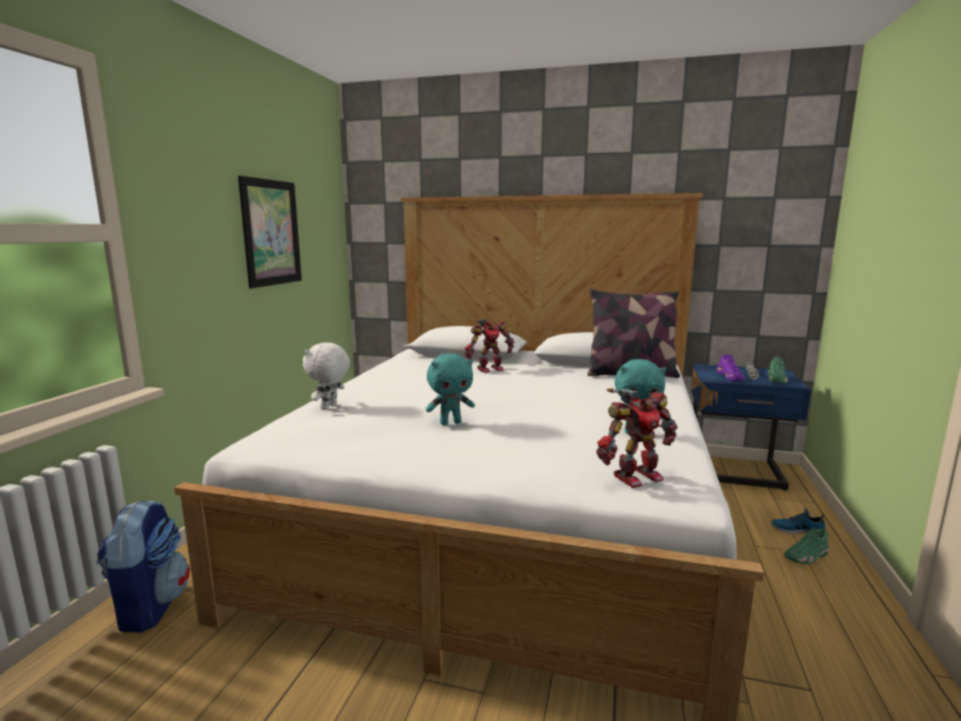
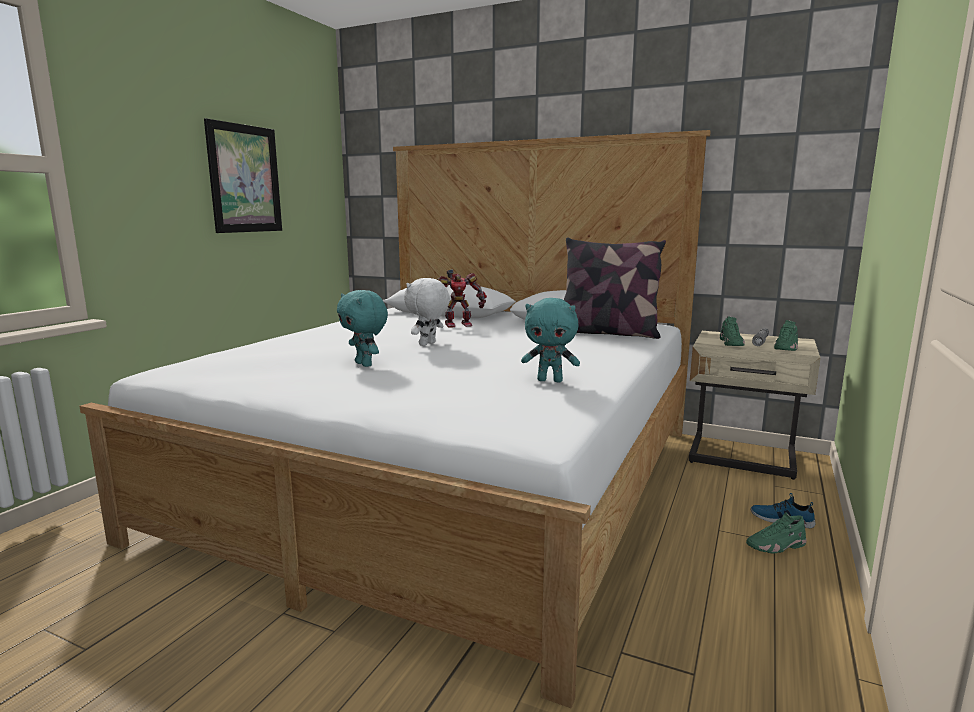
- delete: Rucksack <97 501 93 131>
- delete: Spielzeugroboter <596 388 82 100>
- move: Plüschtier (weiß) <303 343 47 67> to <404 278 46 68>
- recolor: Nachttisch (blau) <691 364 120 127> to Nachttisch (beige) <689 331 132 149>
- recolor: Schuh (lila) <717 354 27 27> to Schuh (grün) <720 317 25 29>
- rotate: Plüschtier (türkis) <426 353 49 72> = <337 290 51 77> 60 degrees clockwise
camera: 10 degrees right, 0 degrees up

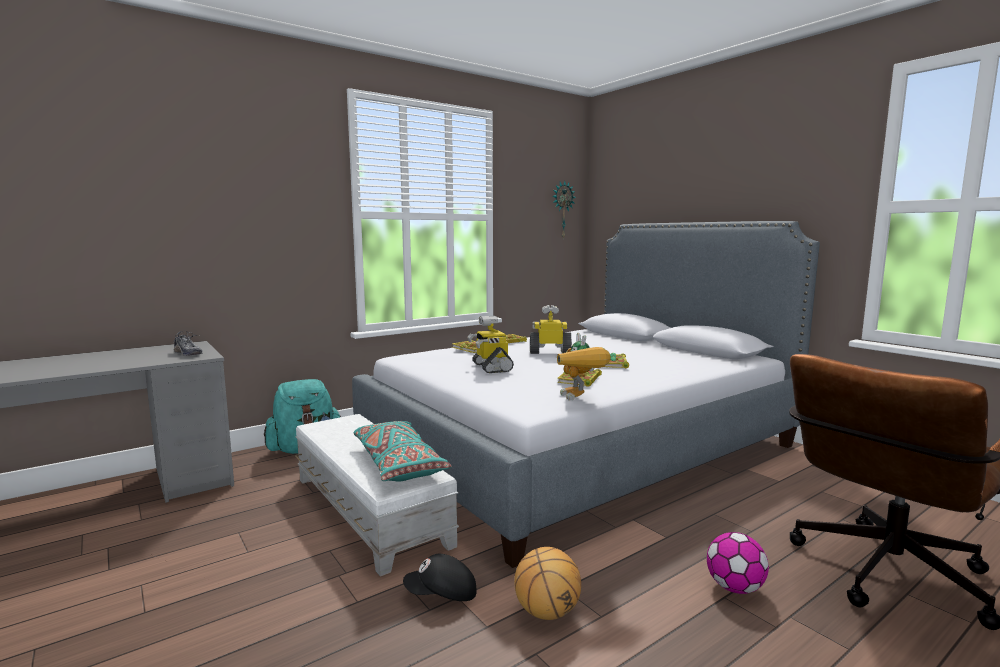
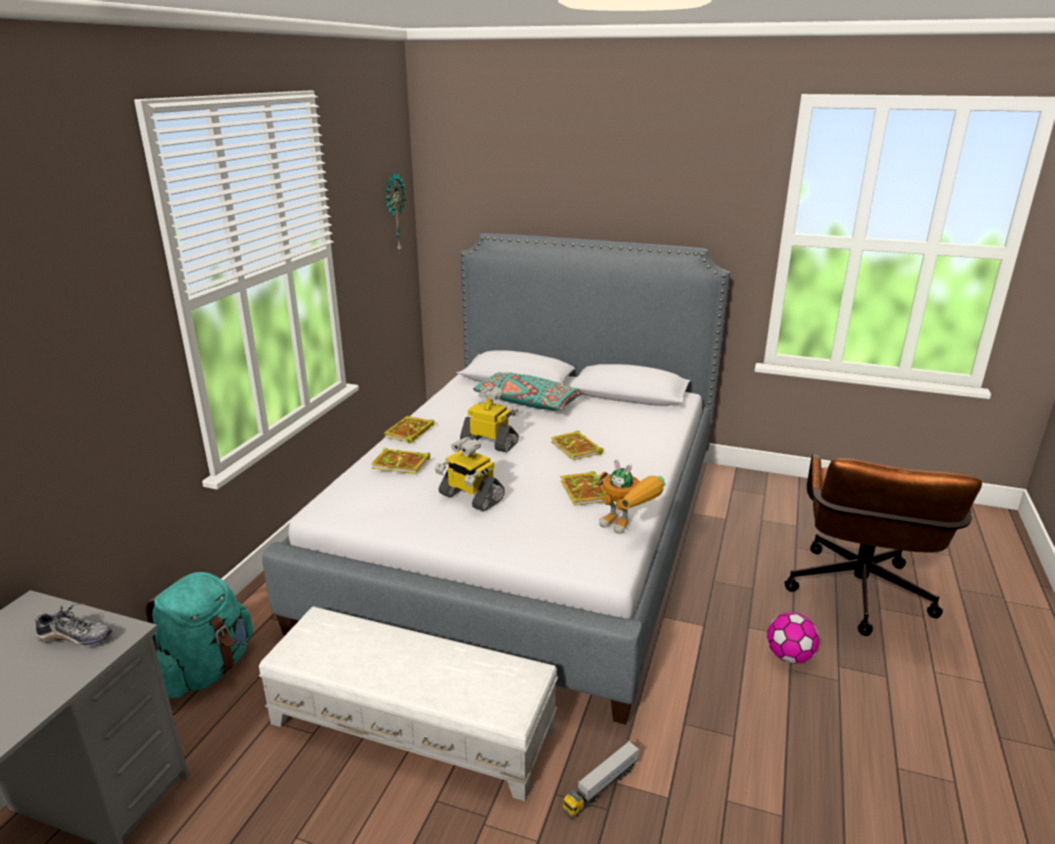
- delete: Basketball <514 547 67 73>
- move: Kissen (türkis) <354 421 98 61> to <473 372 111 39>
- replace: Kappe (schwarz) <403 554 73 47> to Spielzeuglaster <563 740 76 79>
- rotate: Spielzeugroboter <530 305 42 49> = <460 386 59 66> 60 degrees clockwise
camera: 35 degrees left, 15 degrees up

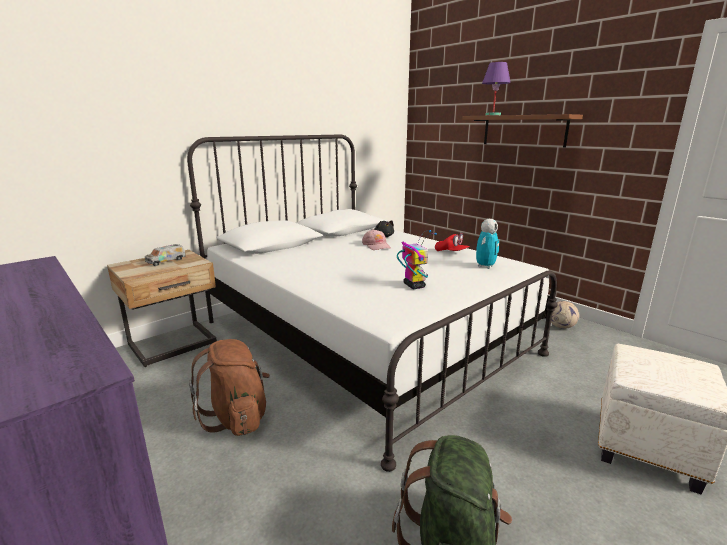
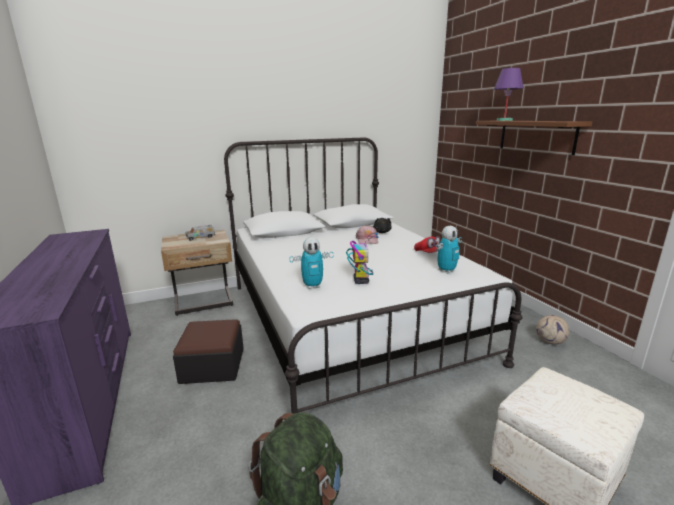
- insert: Spielzeugroboter <290 237 44 52>
- replace: Rucksack (braun) <189 339 81 97> to Polsterhocker <173 319 71 65>
camera: 20 degrees right, 0 degrees up

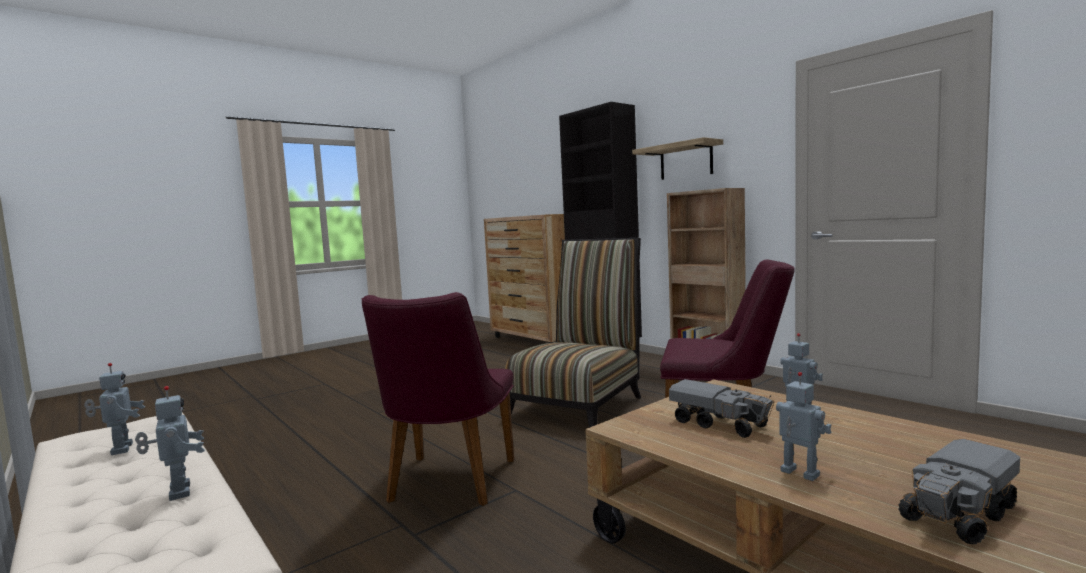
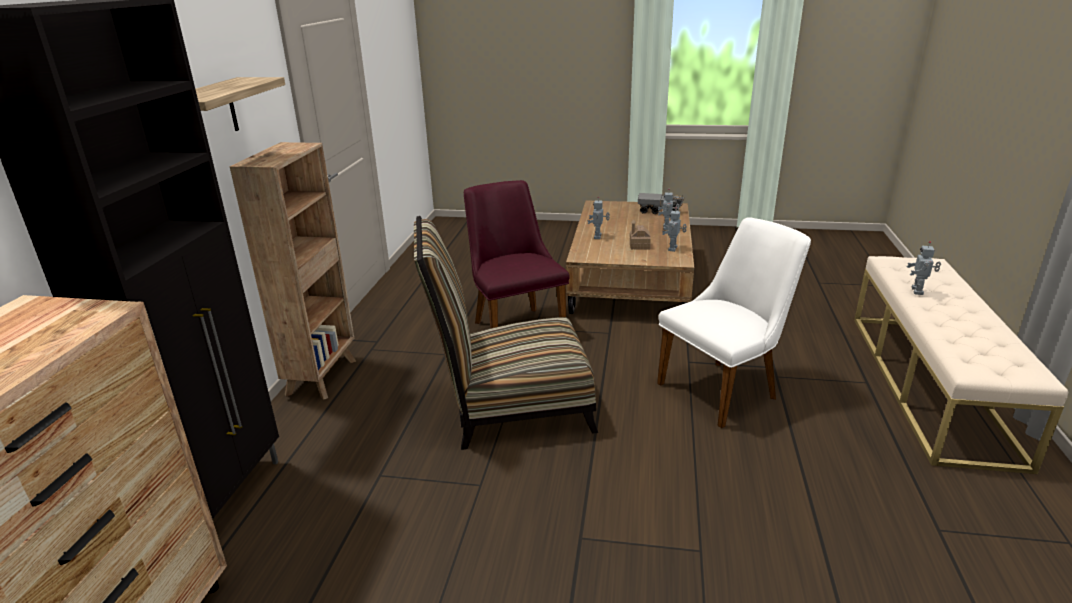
- move: Spielzeugroboter <84 363 61 92> to <662 207 25 45>
- replace: Spielzeuglaster <669 379 106 59> to Spielzeughaus <630 220 21 29>
- recolor: Stuhl (lila) <362 292 152 214> to Stuhl (weiß) <657 217 154 211>
camera: 130 degrees left, 20 degrees up

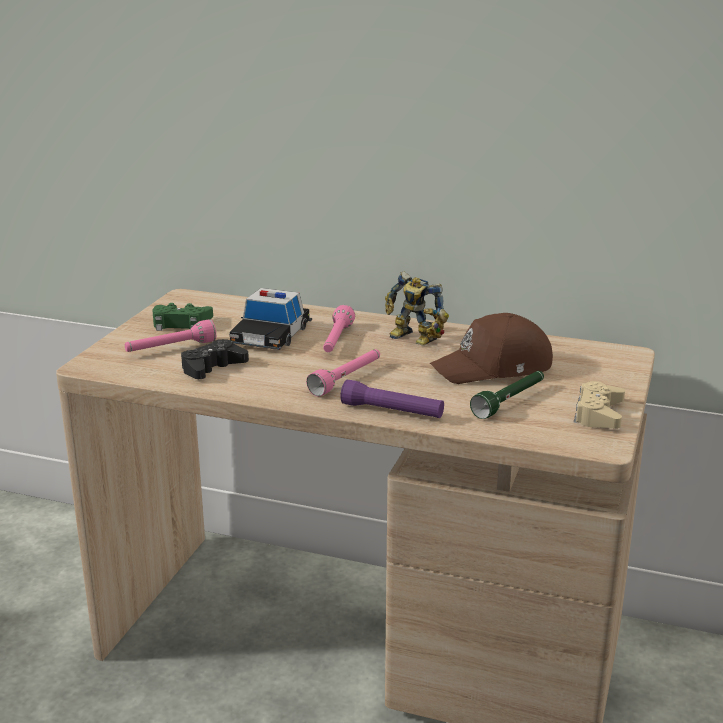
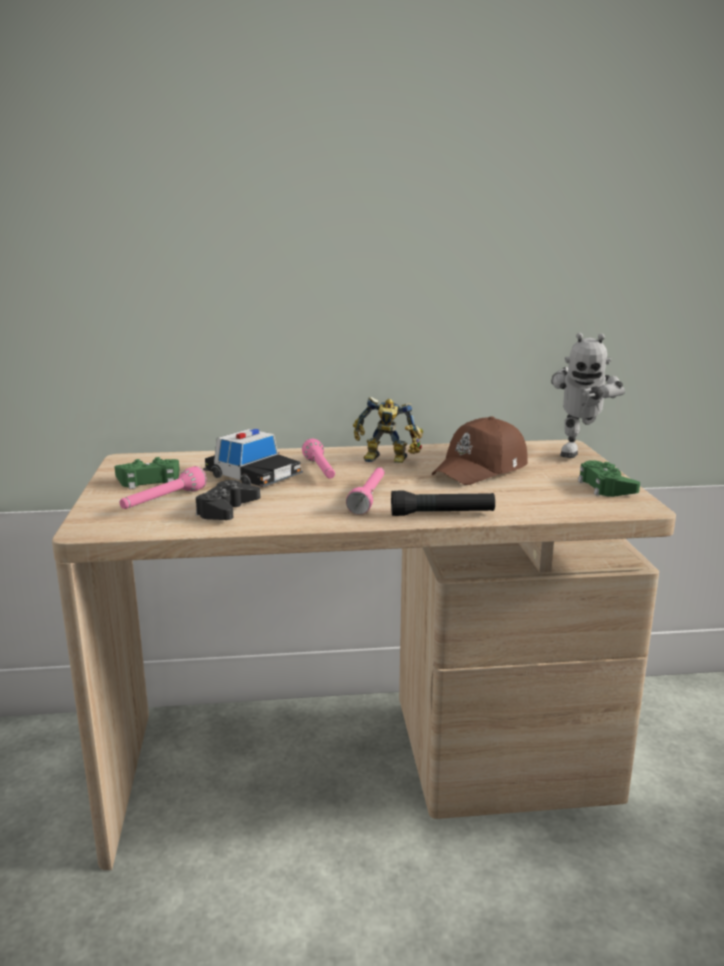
- delete: Taschenlampe (grün) <470 371 74 48>
- insert: Spielzeugroboter <551 333 74 125>
- recolor: Taschenlampe (lila) <340 380 104 38> to Taschenlampe (schwarz) <391 491 104 25>
- recolor: Gamepad (beige) <574 381 51 48> to Gamepad (grün) <578 460 62 37>
- rotate: Spielzeugauto <229 288 83 62> = <203 429 100 58> 45 degrees counterclockwise
camera: 25 degrees left, 5 degrees down

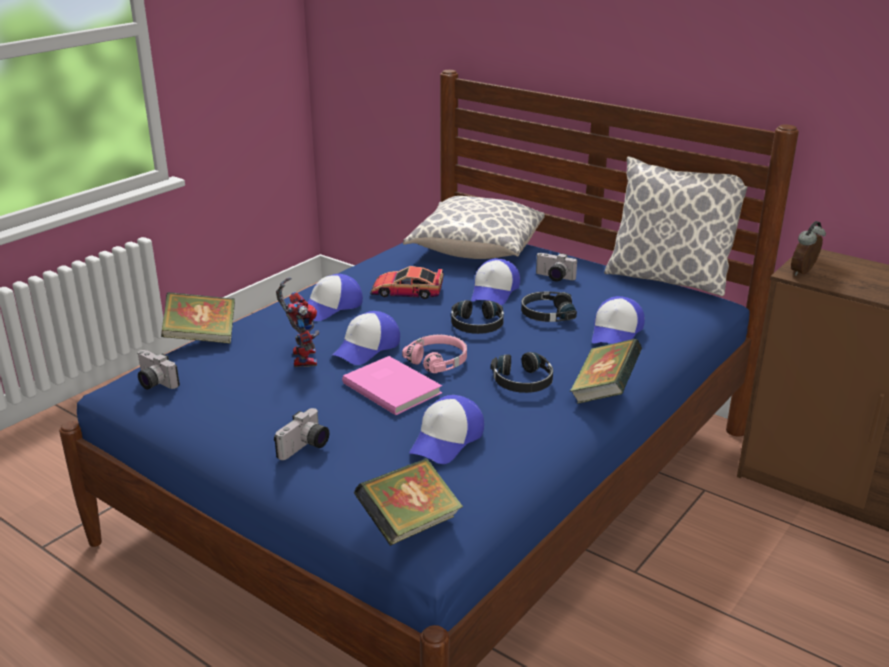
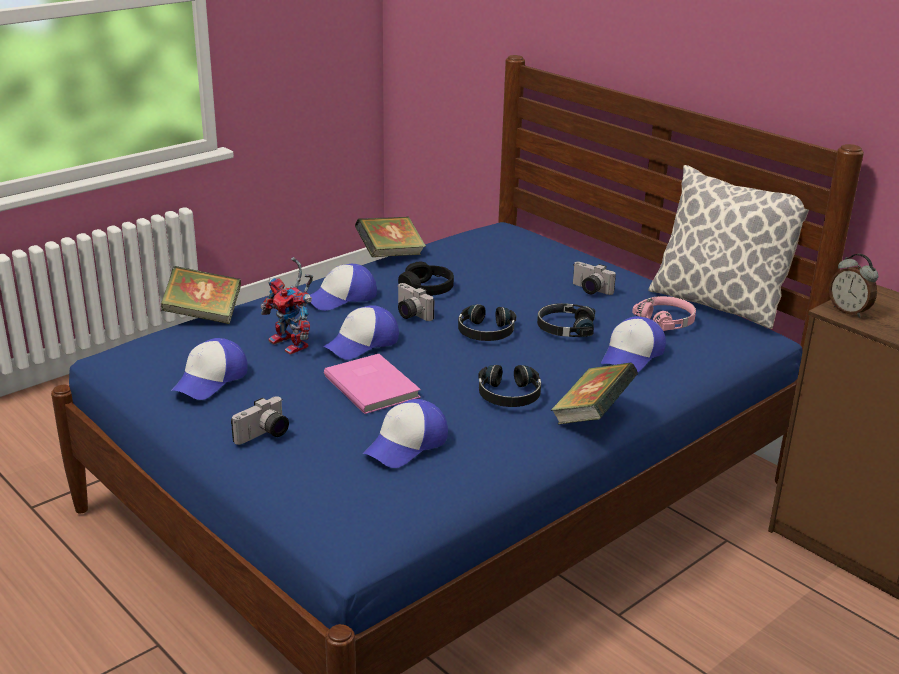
- delete: Kissen <403 196 142 63>
- move: Kamera <138 350 42 39> to <398 283 36 38>
- move: Buch <354 458 109 88> to <355 217 71 40>
- move: Kopfhörer (rosa) <402 335 65 38> to <632 296 64 35>
- move: Kappe <471 259 49 46> to <171 338 77 62>
- replace: Spielzeugauto <370 266 73 33> to Kopfhörer (schwarz) <398 262 56 34>
- rotate: Spielzeugroboter <276 277 43 90> = <260 257 53 98> 135 degrees clockwise
- rotate: Wecker <791 221 35 55> = <829 254 49 64> 90 degrees counterclockwise
camera: 10 degrees right, 0 degrees up

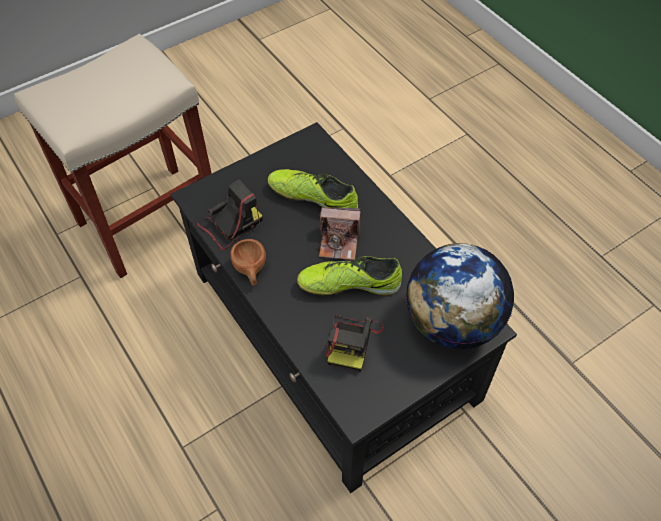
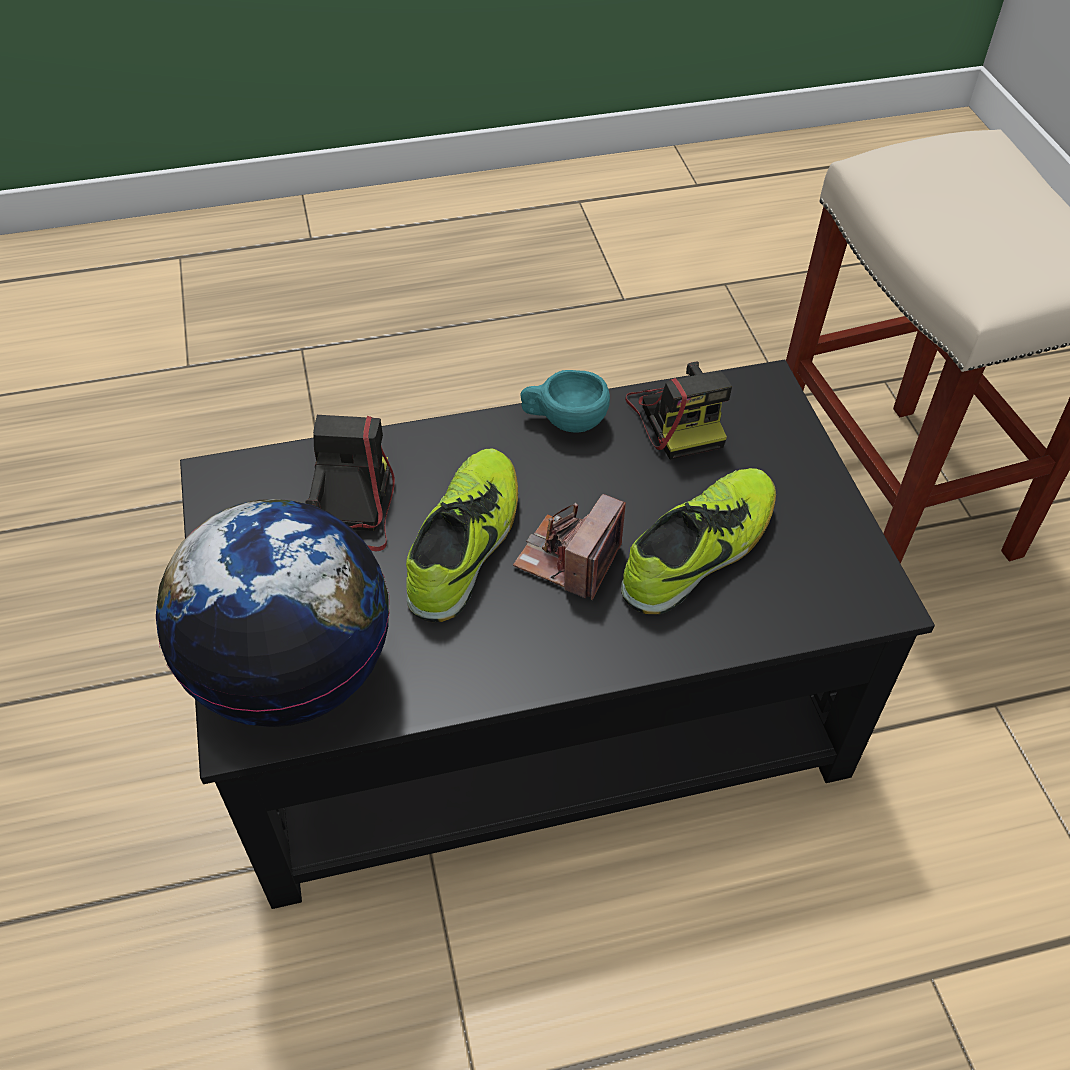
- recolor: Tasse (braun) <230 239 36 47> to Tasse (türkis) <520 370 90 63>
- rotate: Kamera <325 315 59 57> = <306 415 89 136> 60 degrees clockwise
camera: 110 degrees right, 5 degrees down

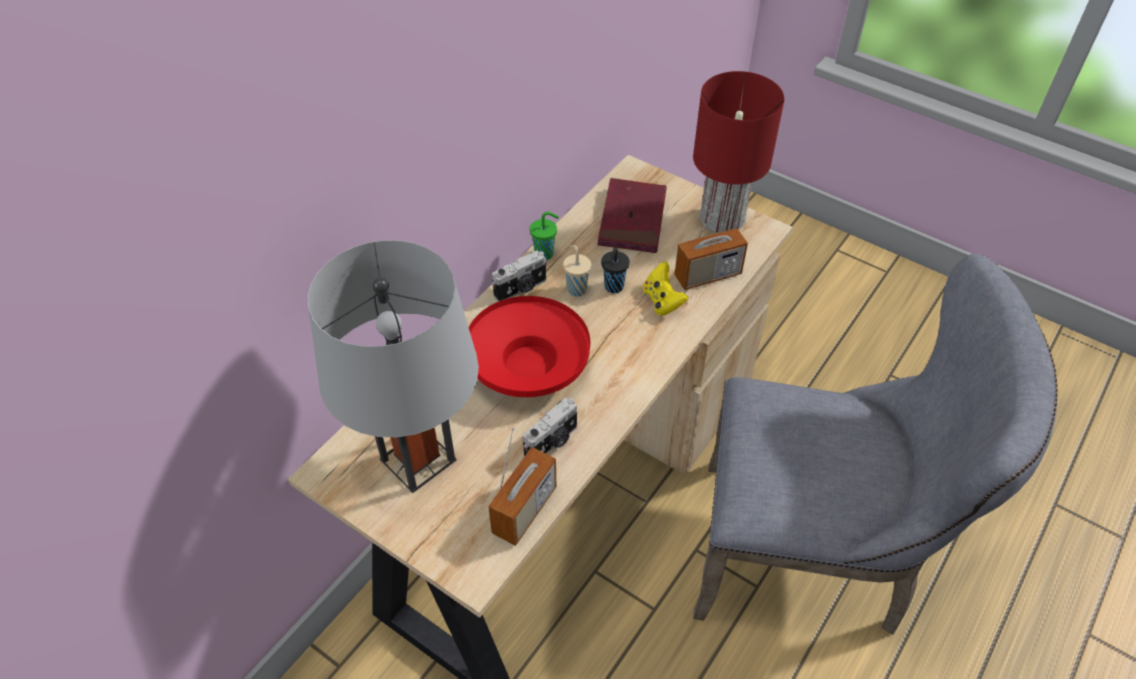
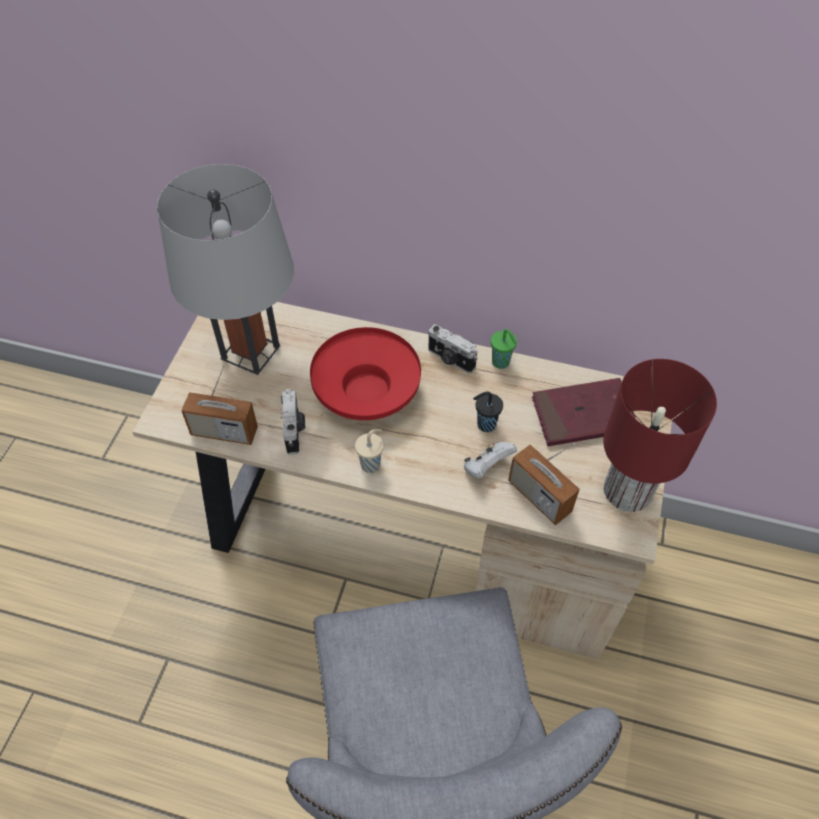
- move: Tasse (beige) <563 245 28 52> to <355 429 29 44>
- recolor: Gamepad (gelb) <643 262 45 54> to Gamepad (weiß) <464 442 53 37>
- rotate: Kamera <523 398 54 58> = <280 389 25 66> 120 degrees counterclockwise
camera: 70 degrees right, 5 degrees up

